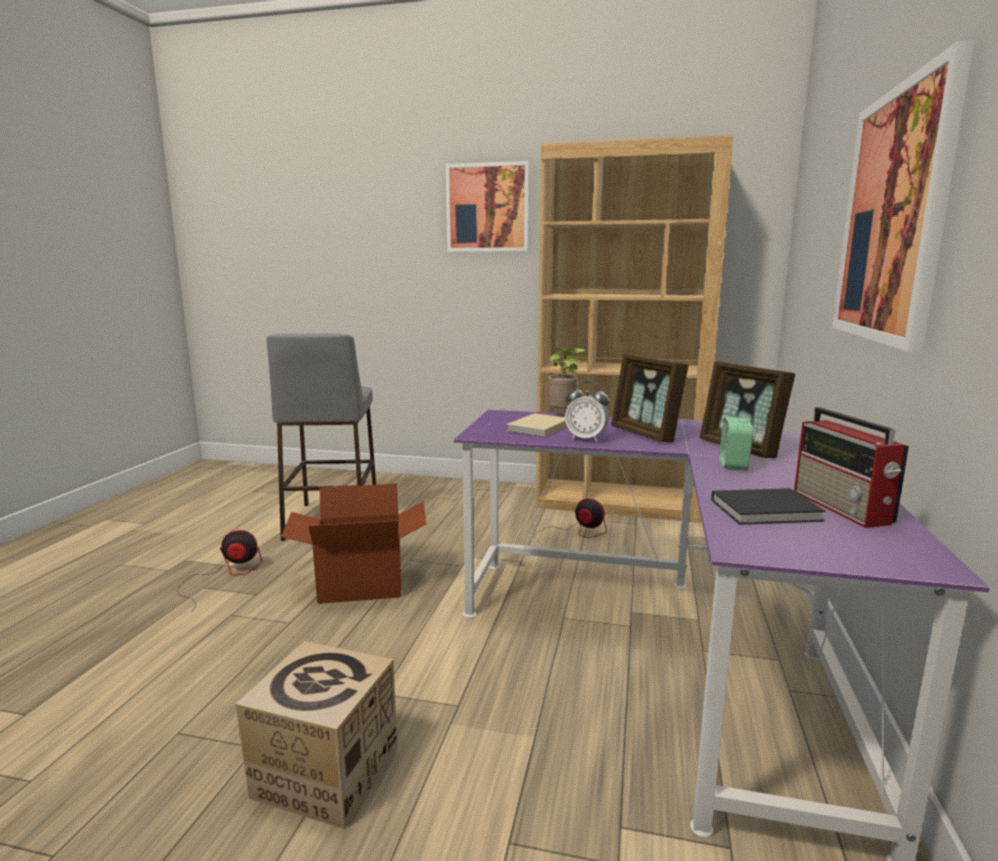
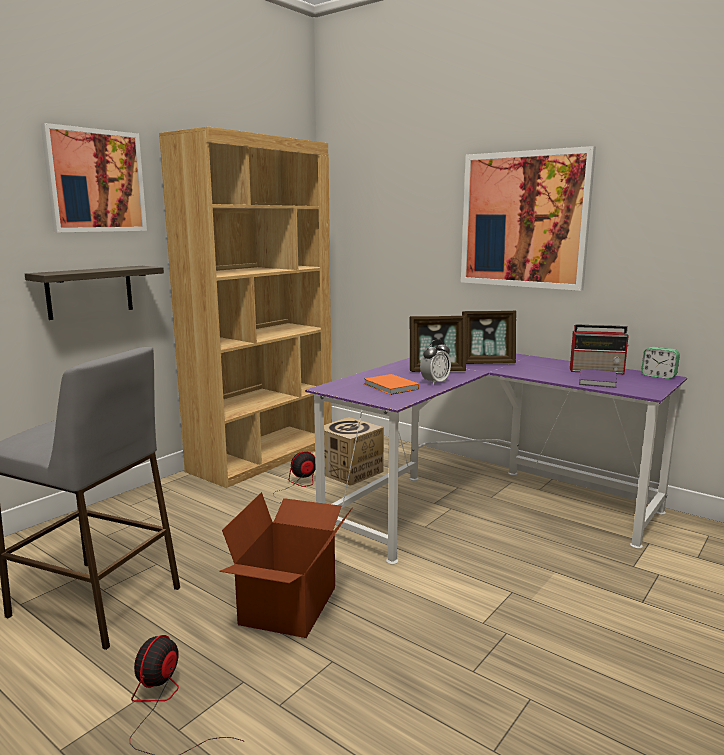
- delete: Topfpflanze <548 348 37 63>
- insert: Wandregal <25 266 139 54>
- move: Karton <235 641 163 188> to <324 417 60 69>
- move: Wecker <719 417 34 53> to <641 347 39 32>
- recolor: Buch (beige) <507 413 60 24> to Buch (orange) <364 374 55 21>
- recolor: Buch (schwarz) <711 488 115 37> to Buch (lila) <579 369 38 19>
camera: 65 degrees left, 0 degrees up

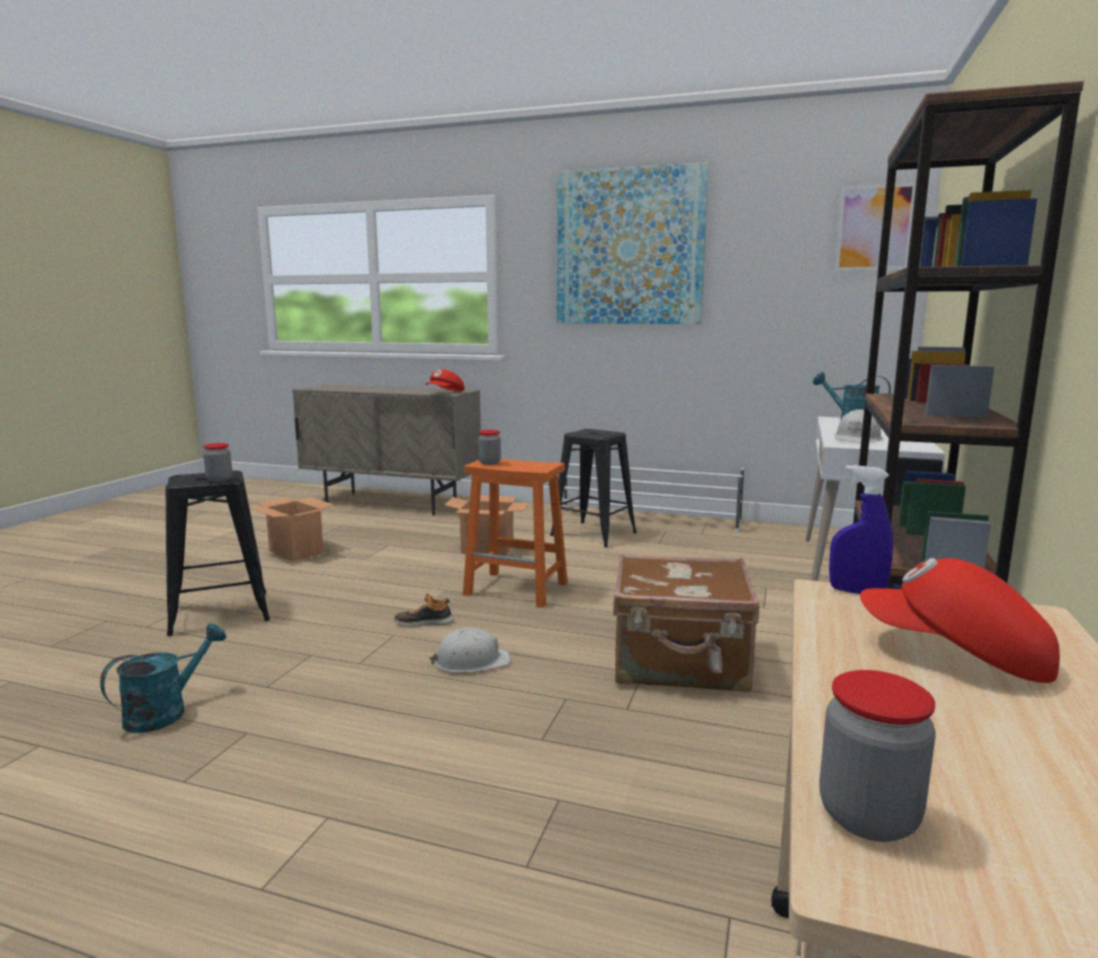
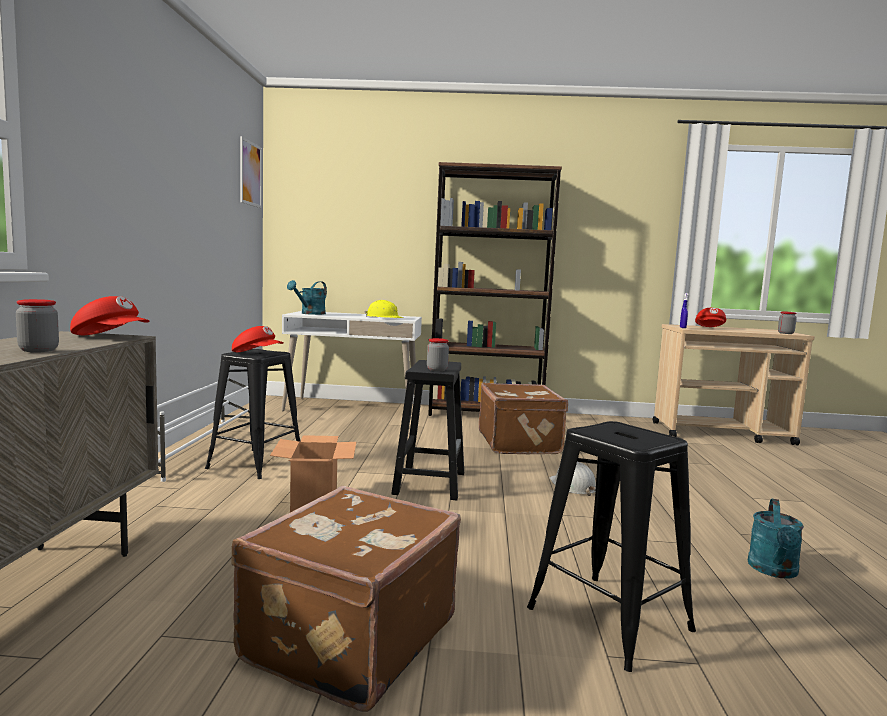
- delete: Schuh <394 593 60 33>
- delete: Bild <557 162 152 162>
- insert: Kappe (rot) <232 326 51 26>
- move: Vorratsglas <203 443 29 39> to <16 299 43 53>
- replace: Karton <250 497 84 65> to Koffer (braun) <232 486 229 226>
- recolor: Hocker (orange) <463 459 105 148> to Hocker (schwarz) <391 360 73 140>
- recolor: Schutzhelm (weiß) <835 409 48 34> to Schutzhelm (gelb) <364 300 40 18>
- rotate: Gießkanne (türkis) <100 623 126 110> = <748 498 56 80> 90 degrees counterclockwise
camera: 105 degrees left, 5 degrees down

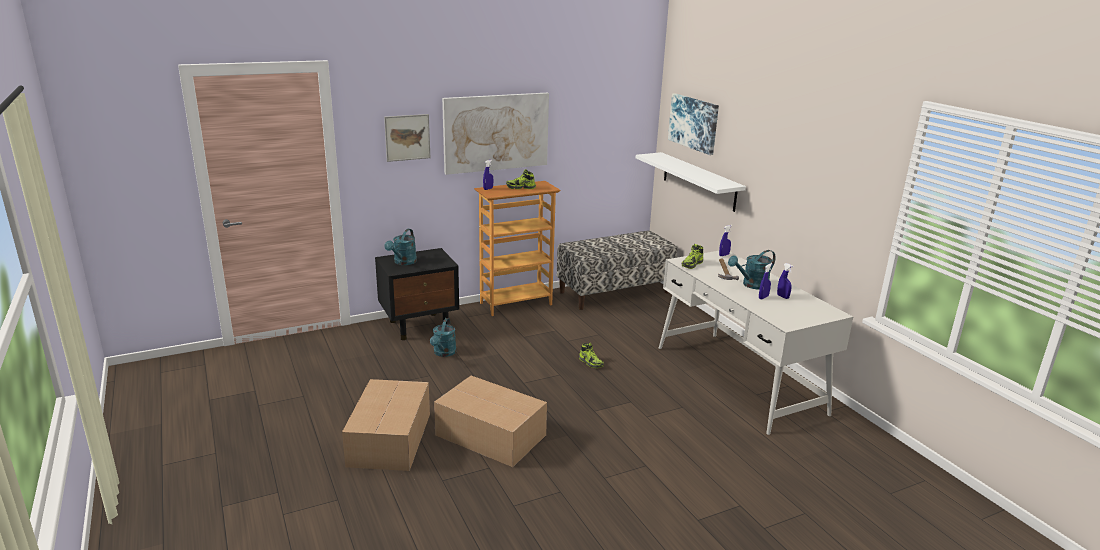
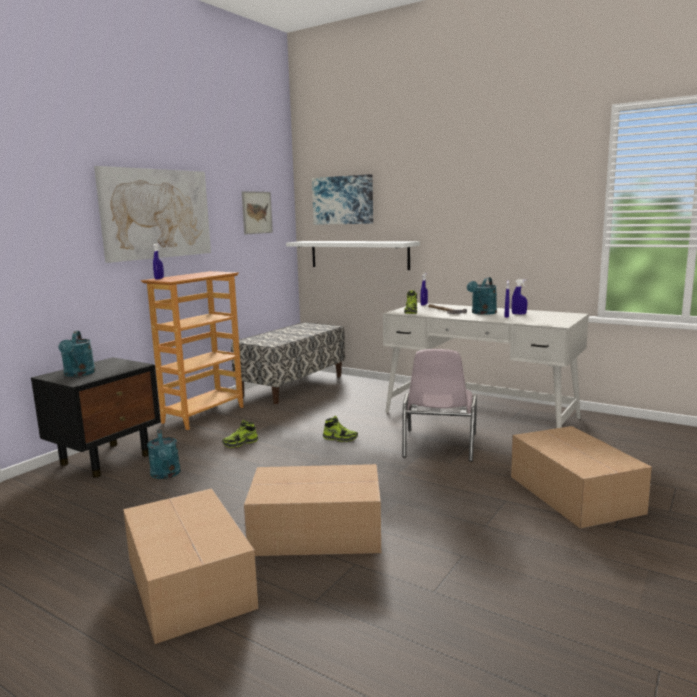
- insert: Stuhl (rosa) <402 349 75 112>
- insert: Karton <511 426 141 103>
- move: Bild <384 114 46 48> to <242 191 31 44>
- move: Schuh <506 170 30 19> to <222 420 36 28>
camera: 30 degrees left, 10 degrees down

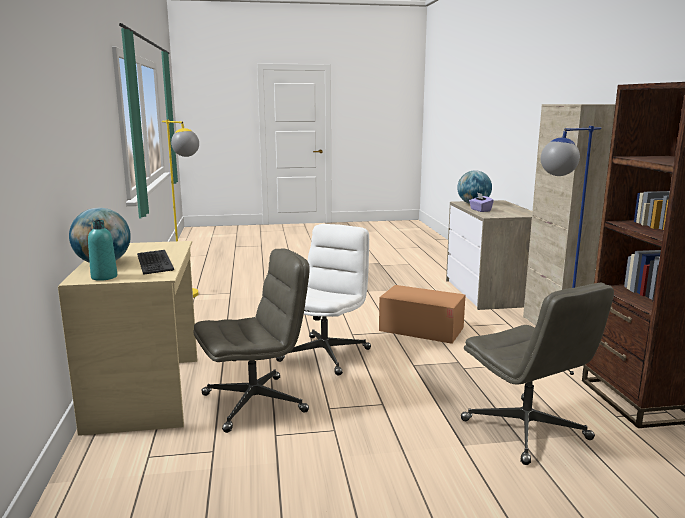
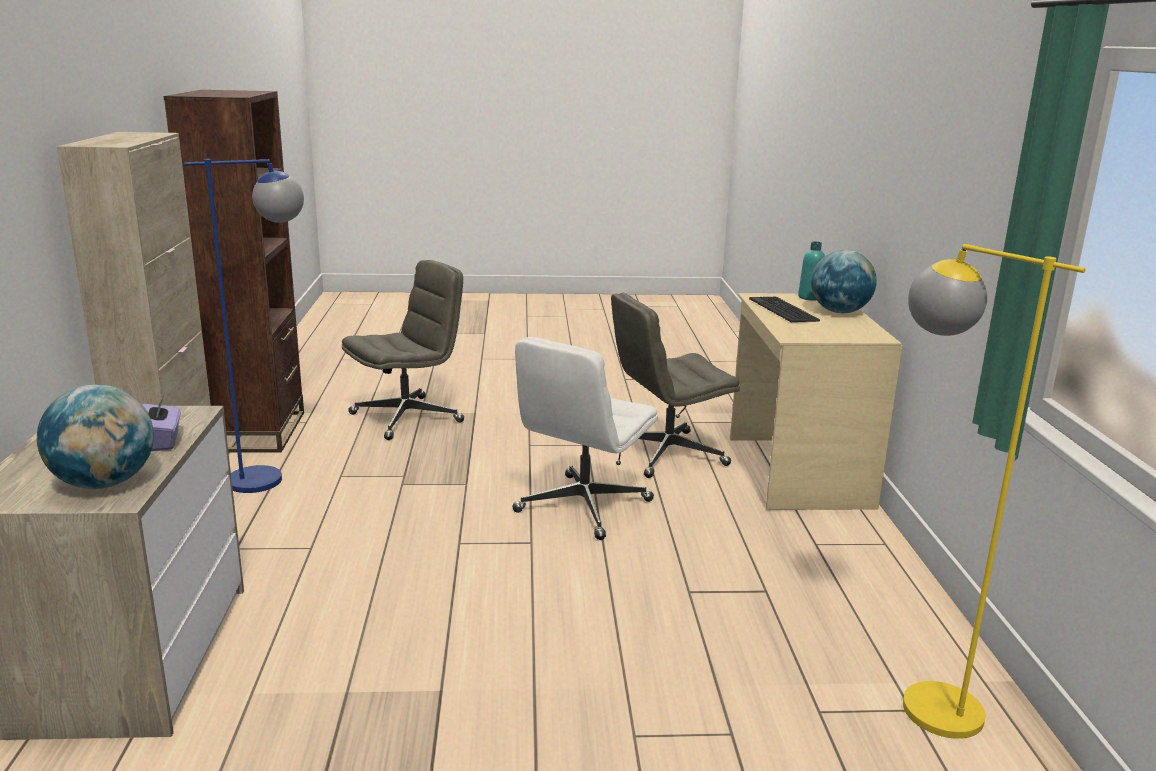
- delete: Karton <379 285 87 59>
- rotate: Bürostuhl (grau) <461 283 153 182> = <342 260 122 180> 75 degrees clockwise
camera: 175 degrees left, 5 degrees up

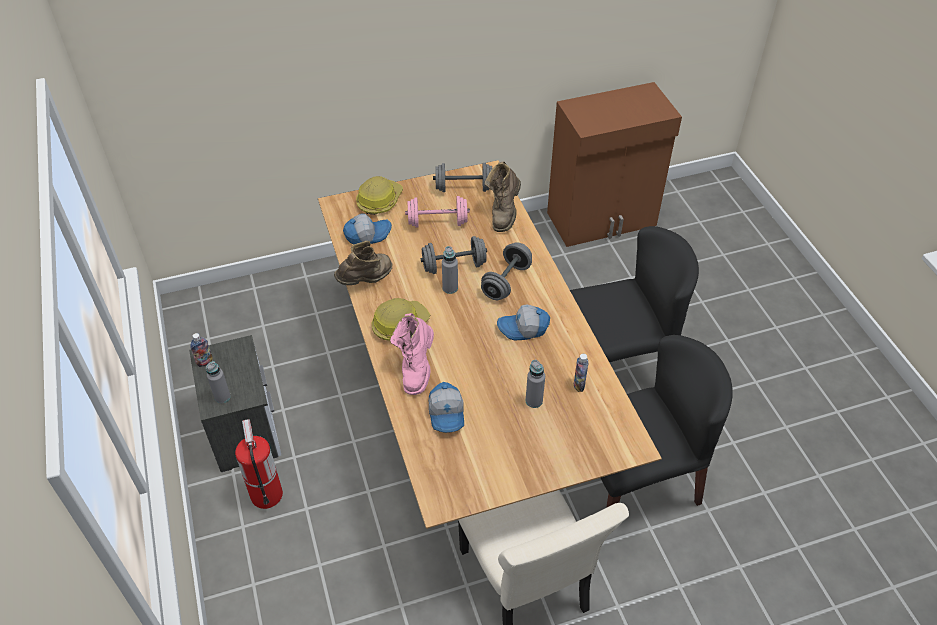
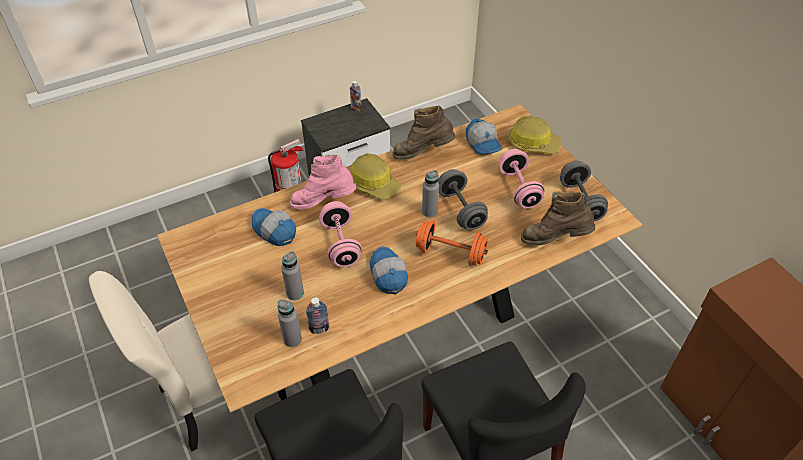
- insert: Hantel (rosa) <319 201 43 66>
- move: Flasche (grau) <206 361 25 42> to <277 299 25 48>
- recolor: Hantel (grau) <481 242 51 58> to Hantel (orange) <416 220 72 46>
- rotate: Stiefel (braun) <334 241 58 44> = <392 105 64 55> 135 degrees clockwise
- rotate: Kappe <429 382 35 51> = <252 208 44 38> 60 degrees clockwise
camera: 80 degrees right, 0 degrees up

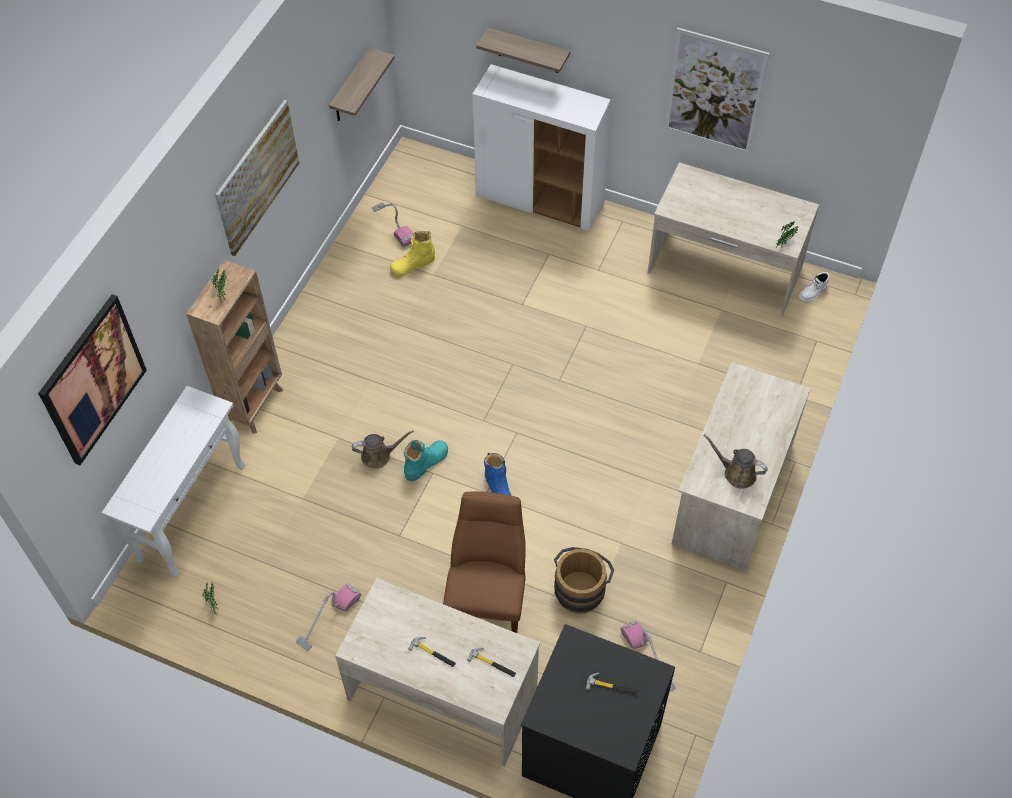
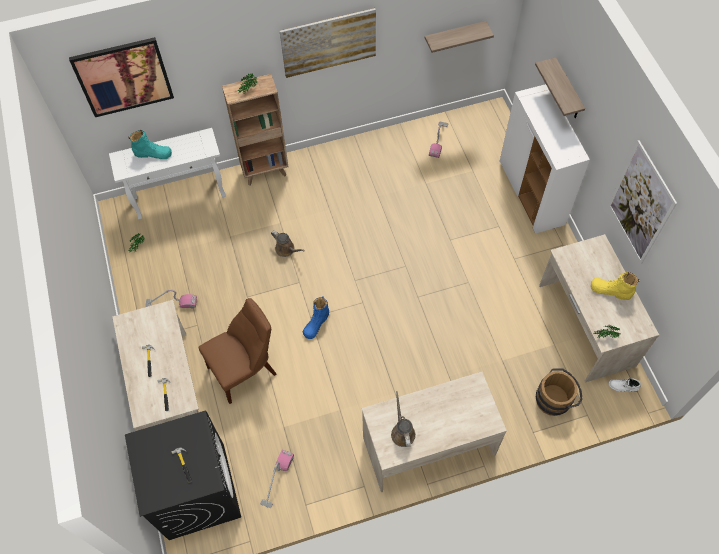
- move: Stiefel (gelb) <390 231 45 46> to <591 272 49 28>
- move: Stiefel (türkis) <404 440 44 41> to <129 130 43 29>
- move: Eimer (braun) <554 547 60 67> to <536 368 47 48>
camera: 50 degrees right, 5 degrees up

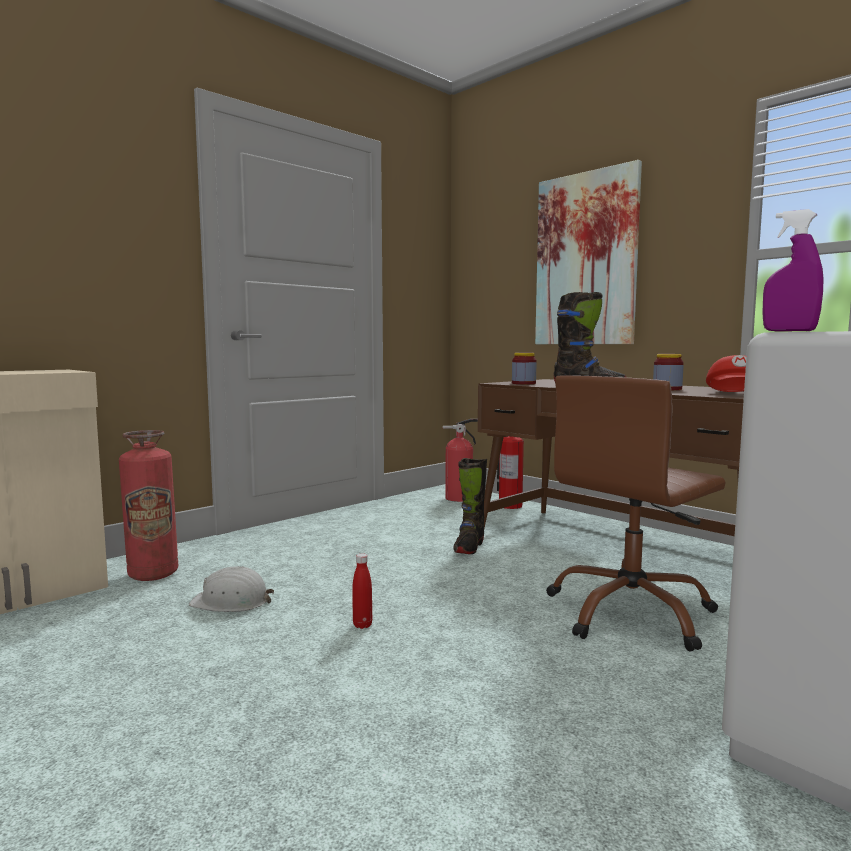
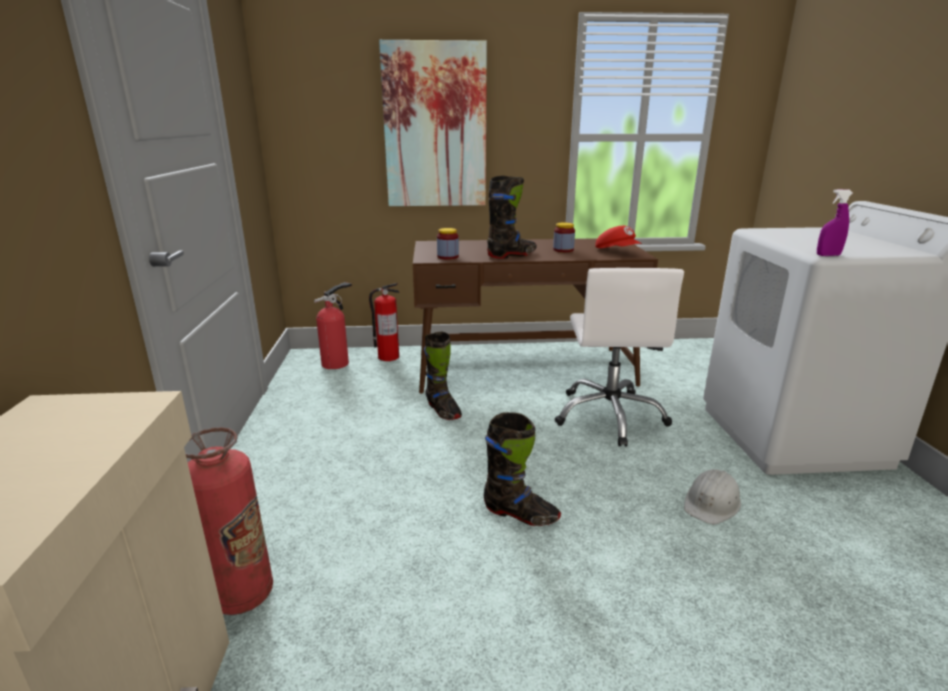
- move: Schutzhelm (weiß) <189 566 85 46> to <684 469 57 56>
- replace: Flasche (rot) <352 553 20 76> to Stiefel (schwarz) <484 412 77 114>
- recolor: Bürostuhl (braun) <546 375 180 276> to Bürostuhl (weiß) <554 268 130 179>
camera: 50 degrees left, 15 degrees up

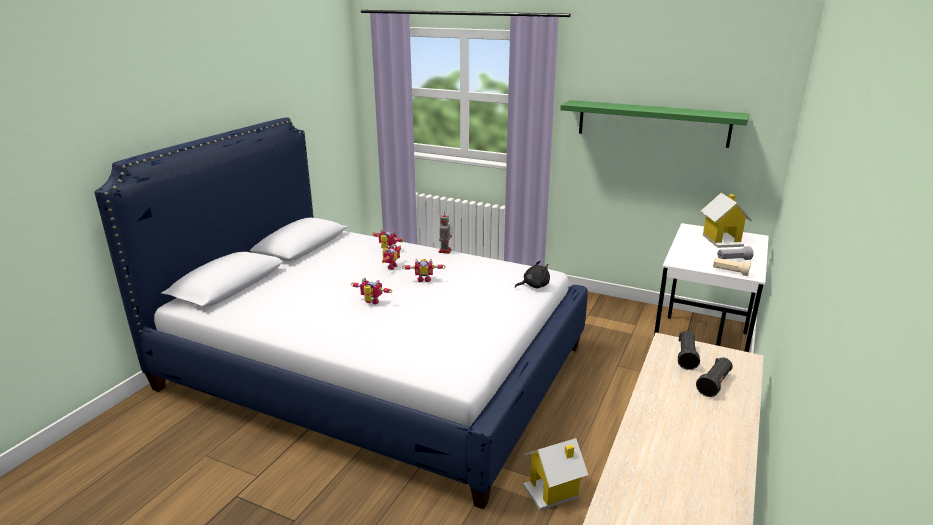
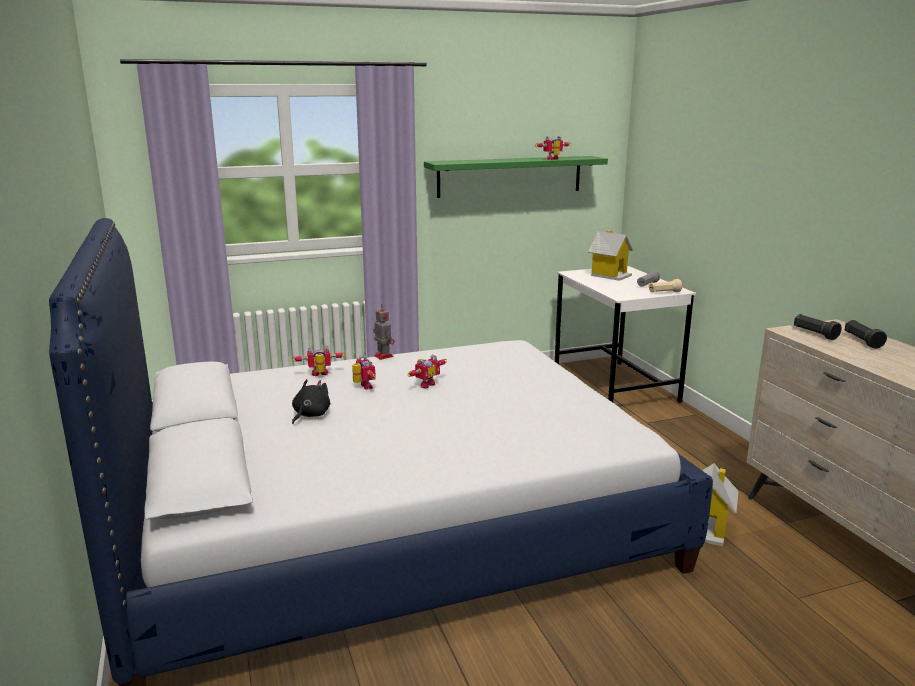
- move: Spielzeugroboter <351 278 41 26> to <535 136 36 24>
- move: Plüschtier (schwarz) <515 261 35 28> to <292 379 38 45>
camera: 45 degrees left, 5 degrees down

